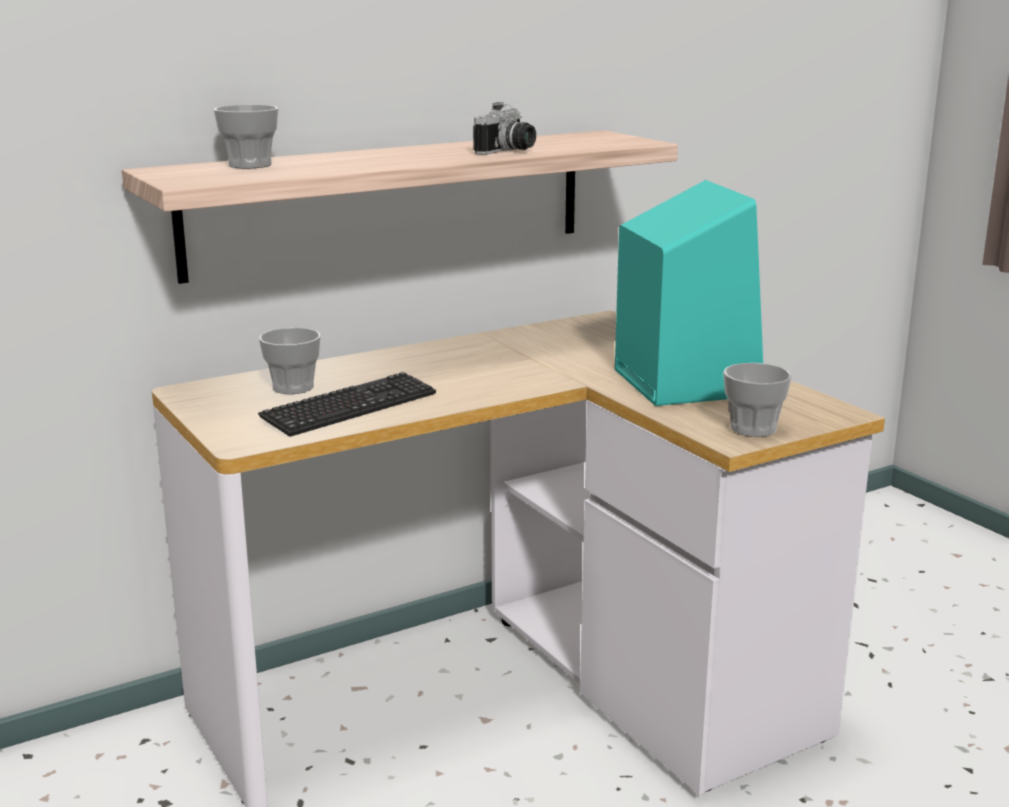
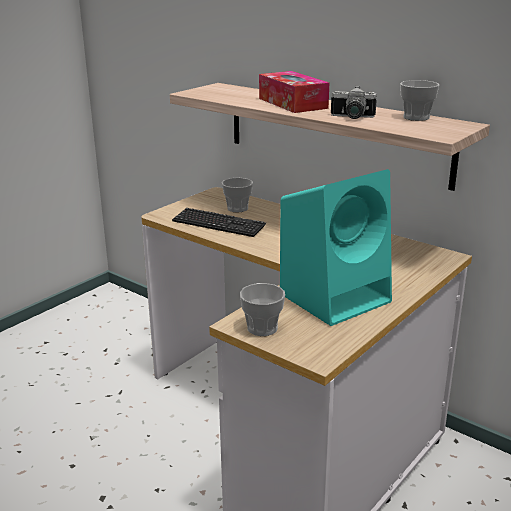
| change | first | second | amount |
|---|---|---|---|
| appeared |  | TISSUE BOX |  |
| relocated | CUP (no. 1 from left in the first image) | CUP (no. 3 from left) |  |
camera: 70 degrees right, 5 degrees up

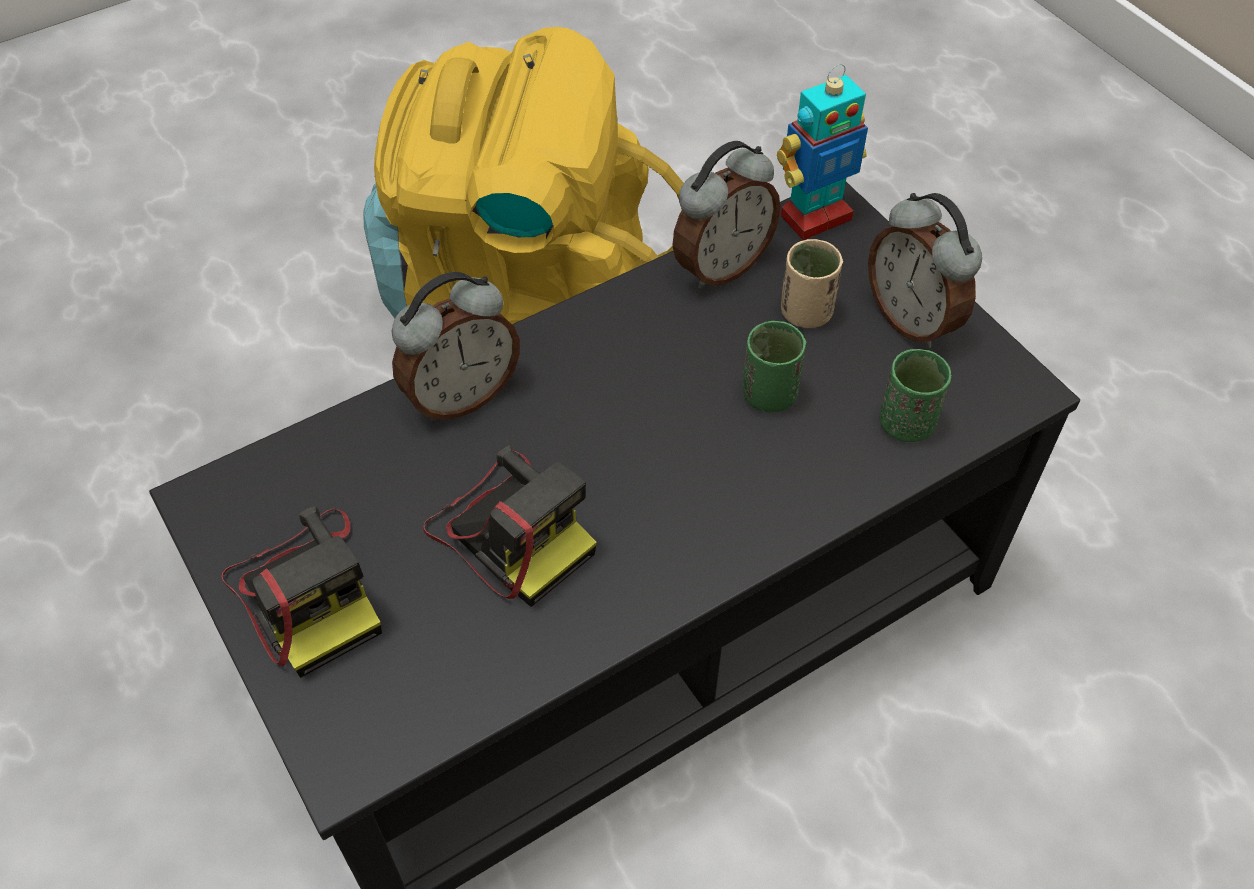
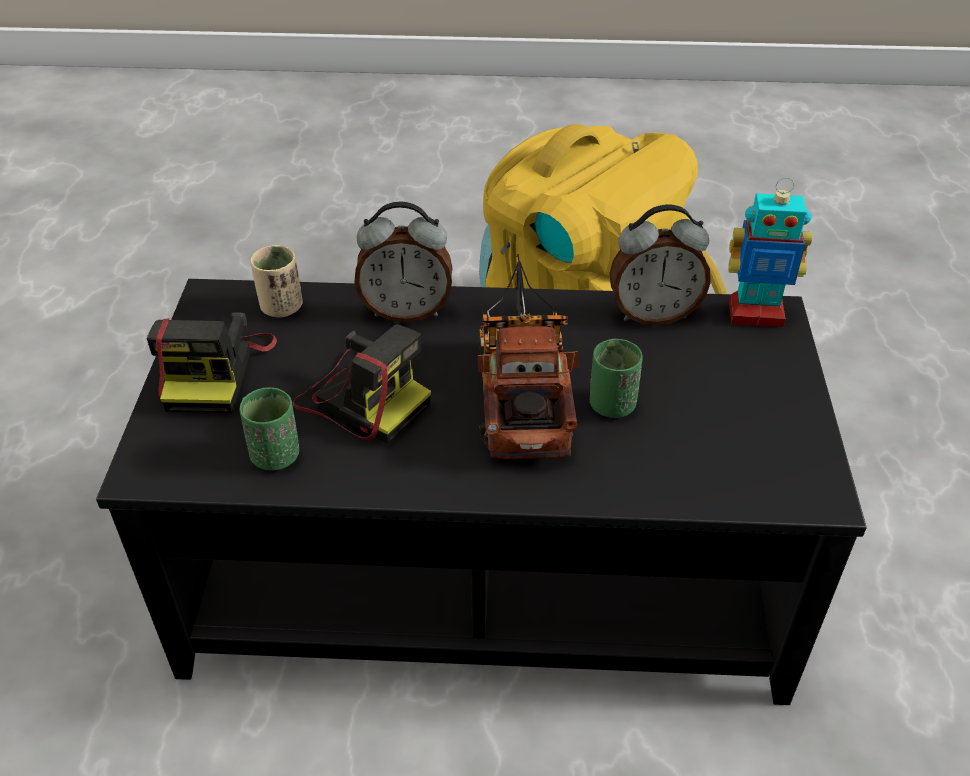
| change | first | second | amount |
|---|---|---|---|
| relocated | GREEN CUP (no. 2 from left in the first image) | GREEN CUP (no. 1 from left) |  |
| relocated | BEIGE CUP |  |  |
| spun | PHOTO CAMERA (no. 2 from left) |  | 45 degrees counterclockwise |
| appeared |  | TOY TRUCK |  |
| missing | ALARM CLOCK (no. 3 from left) |  |  |
camera: 35 degrees right, 10 degrees down

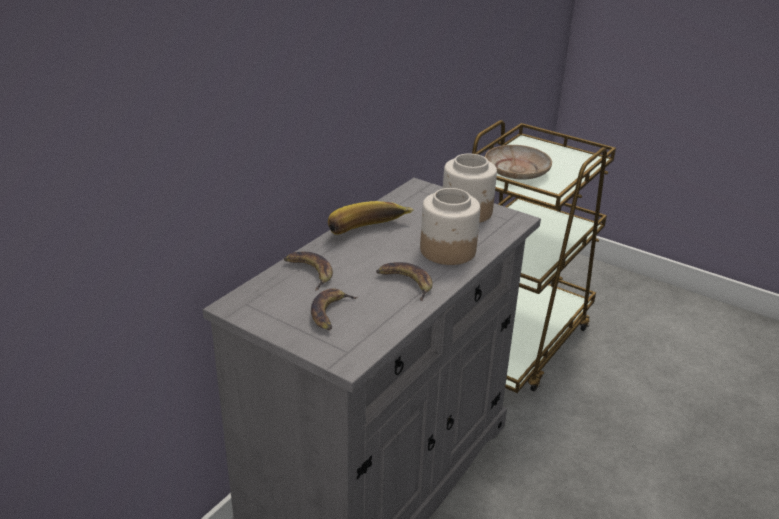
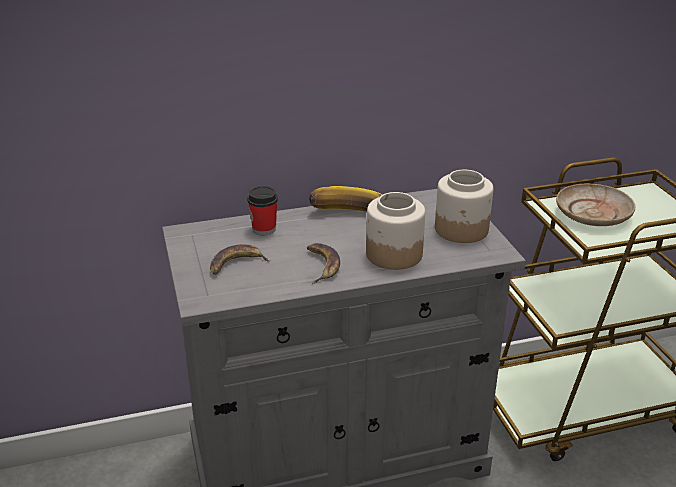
| change | first | second | amount |
|---|---|---|---|
| exchanged | BANANA (no. 1 from left) | CUP |  |
camera: 40 degrees right, 0 degrees up

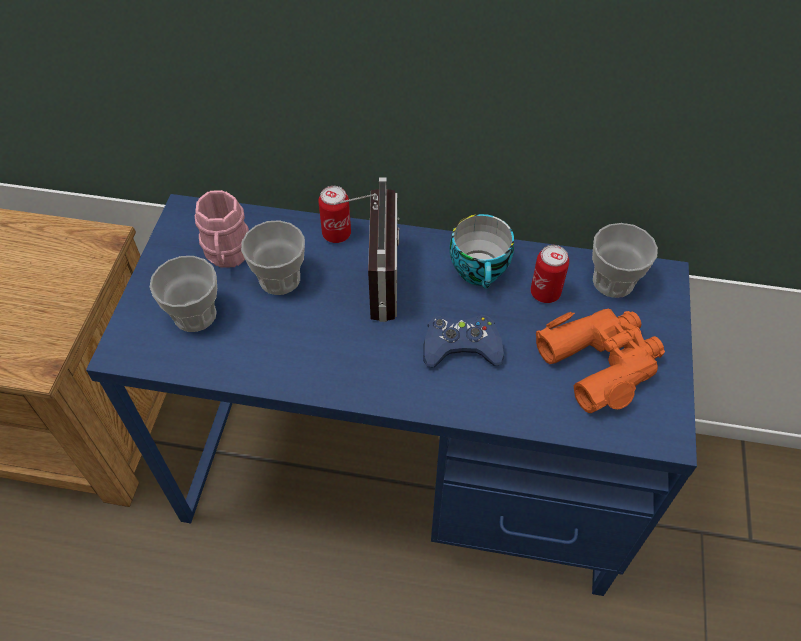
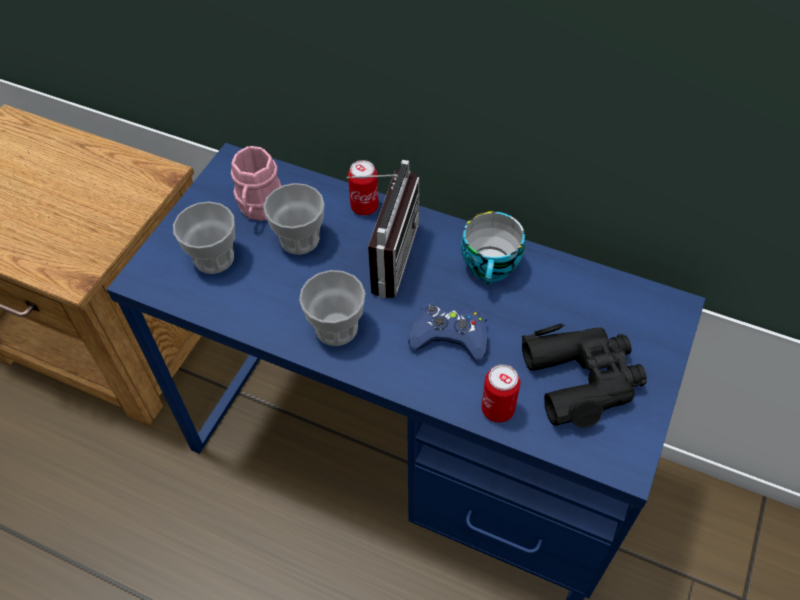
| change | first | second | amount |
|---|---|---|---|
| relocated | CUP (no. 4 from left in the first image) | CUP (no. 3 from left) |  |
| relocated | CAN (no. 2 from left) |  |  |
| colour | ORANGE BINOCULARS | BLACK BINOCULARS |  |
camera: 15 degrees right, 0 degrees up

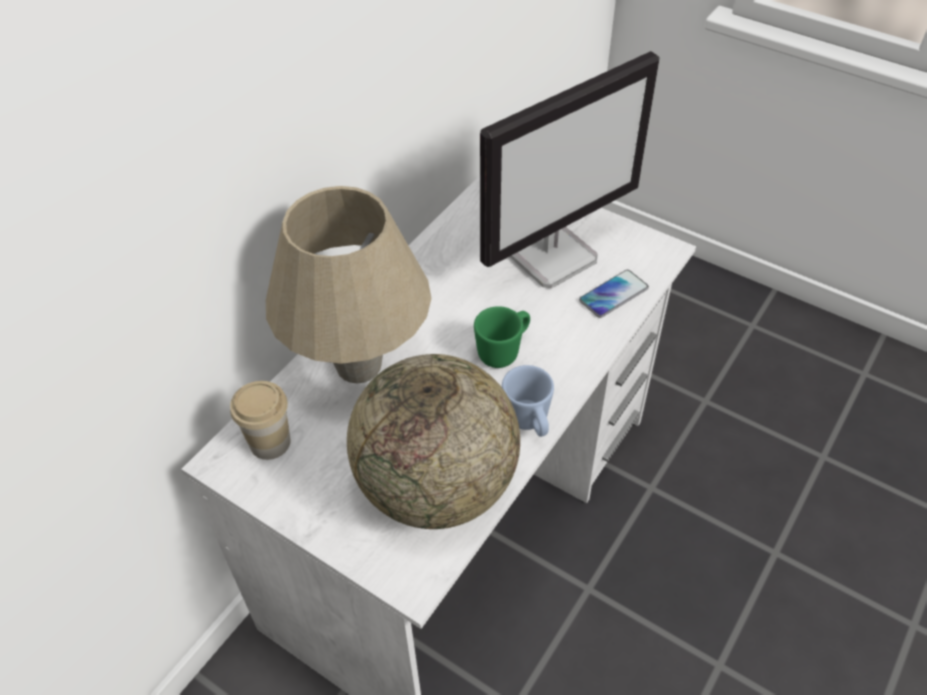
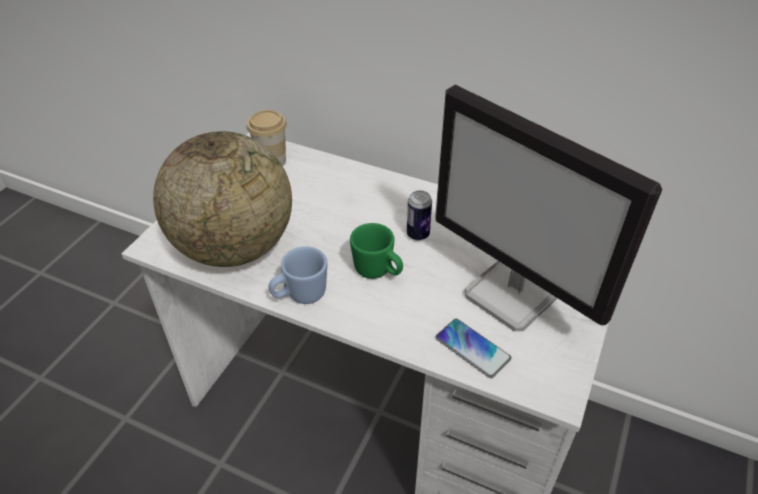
| change | first | second | amount |
|---|---|---|---|
| appeared |  | CAN |  |
| missing | BEIGE TABLE LAMP |  |  |
camera: 80 degrees right, 5 degrees down

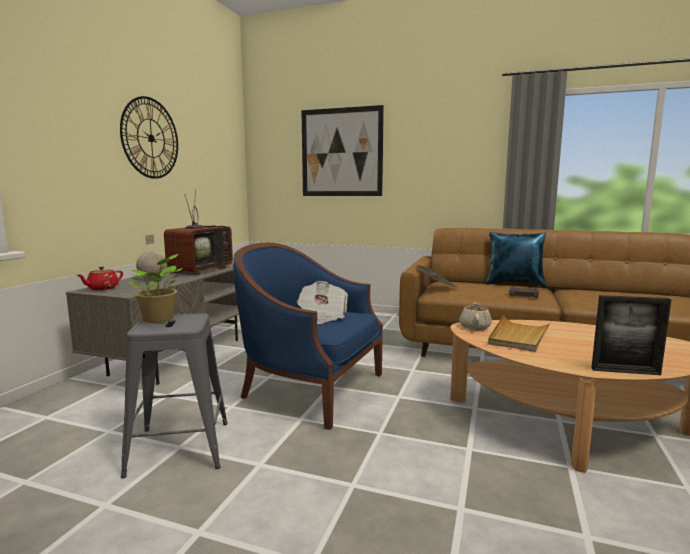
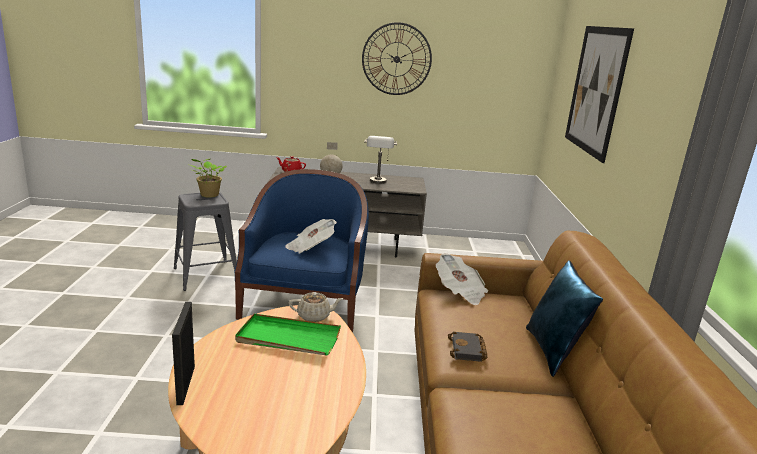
| change | first | second | amount |
|---|---|---|---|
| colour | BEIGE TRAY | GREEN TRAY |  |
| exchanged | TELEVISION | GREY TABLE LAMP |  |
camera: 70 degrees right, 10 degrees up

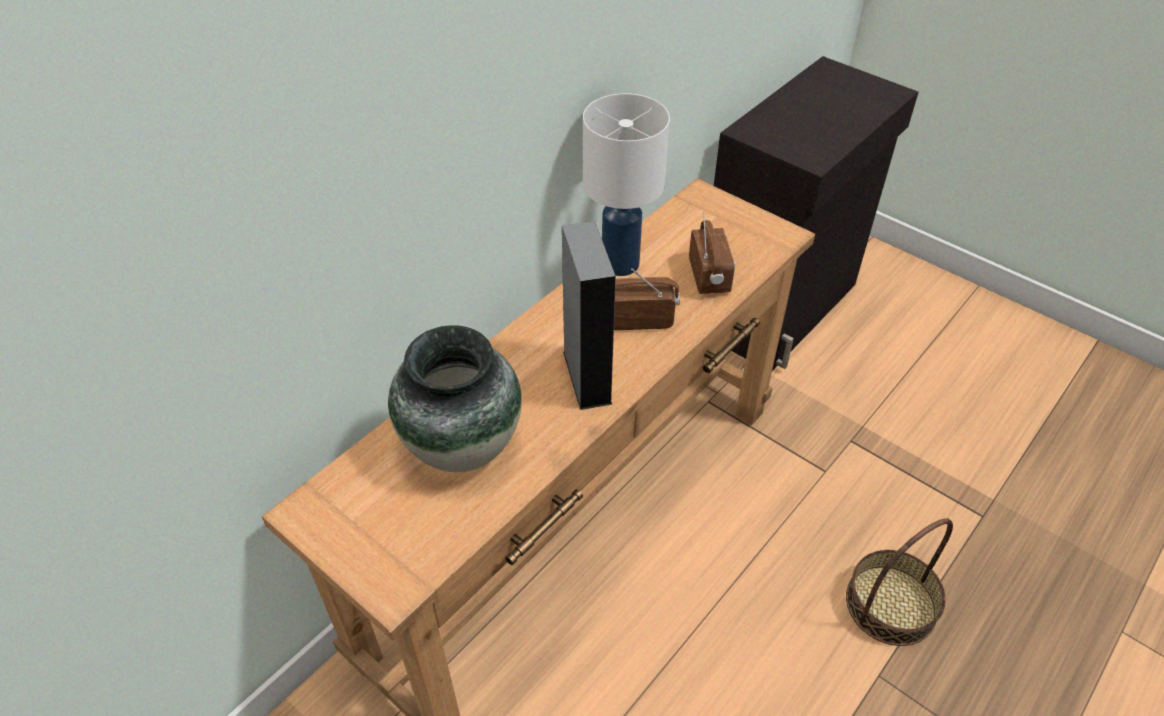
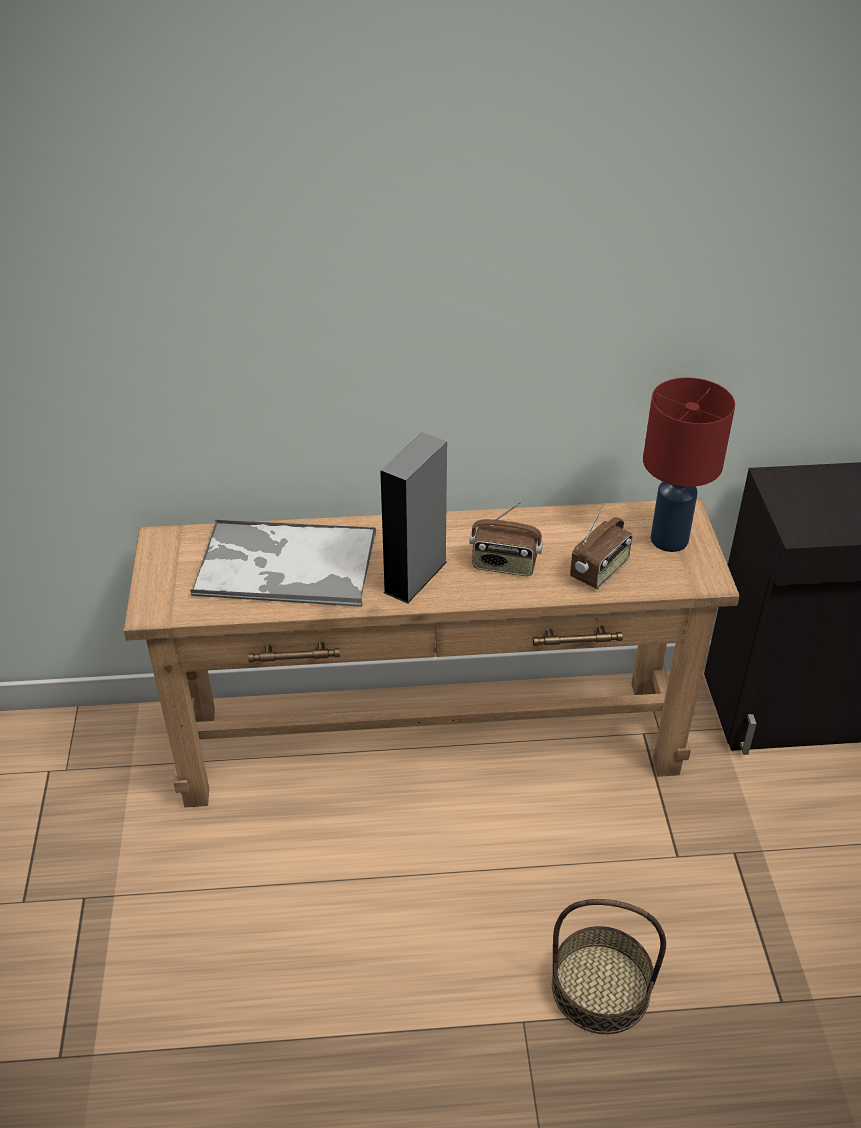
| change | first | second | amount |
|---|---|---|---|
| exchanged | VASE | TRAY |  |
| spun | RADIO (no. 1 from left) |  | 150 degrees clockwise |
| appeared |  | RED TABLE LAMP |  |
| missing | WHITE TABLE LAMP |  |  |
camera: 45 degrees right, 5 degrees down

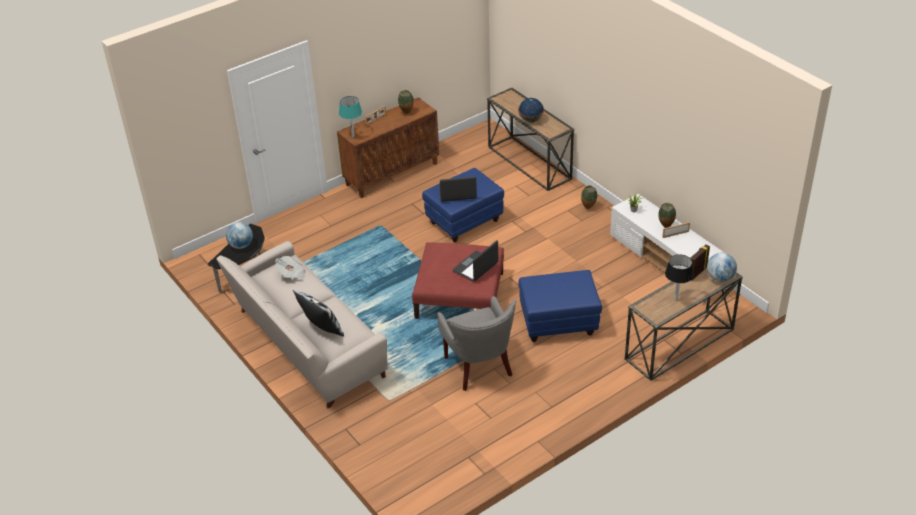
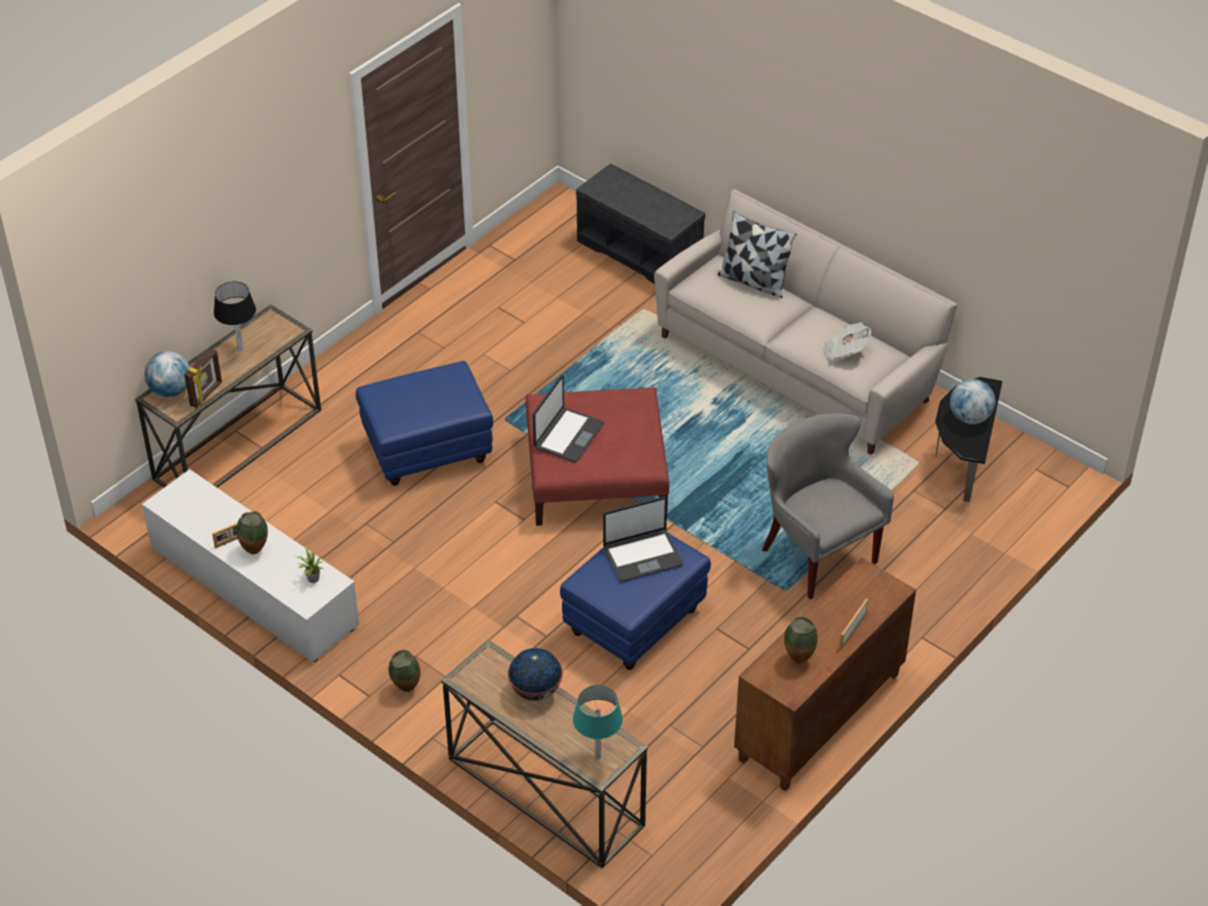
| change | first | second | amount |
|---|---|---|---|
| relocated | TURQUOISE TABLE LAMP |  |  |
| appeared |  | GREY BENCH |  |
| relocated | GREY ARMCHAIR |  |  |
camera: 165 degrees right, 5 degrees up

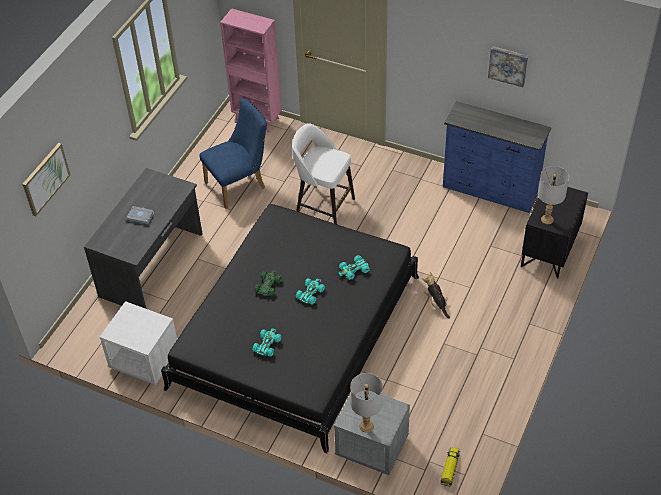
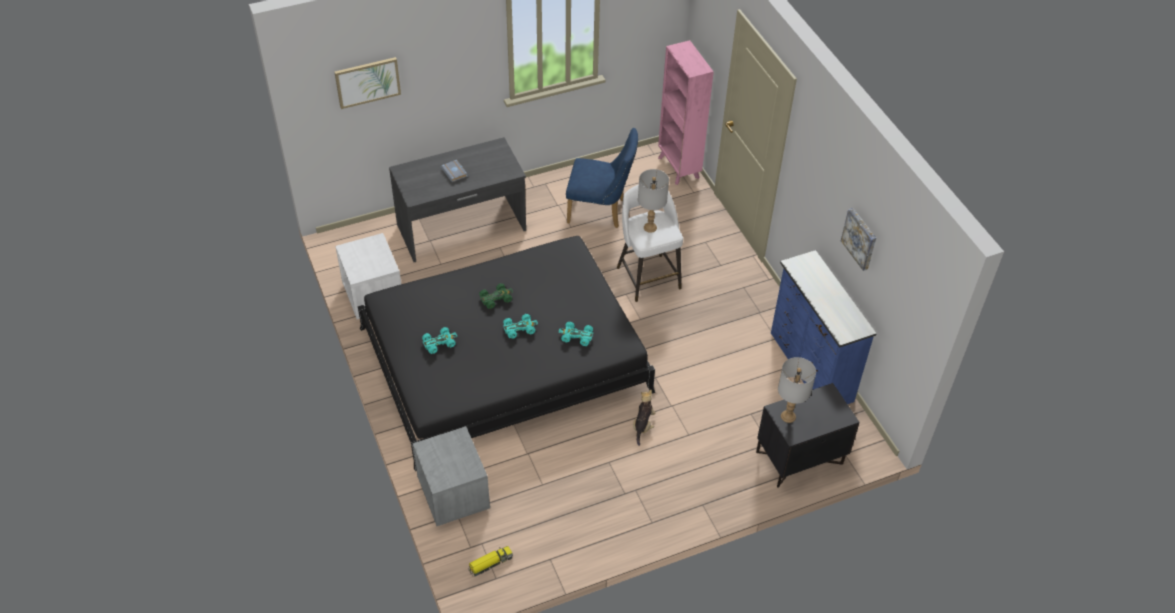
| change | first | second | amount |
|---|---|---|---|
| relocated | GREY TABLE LAMP (no. 1 from left) |  |  |
camera: 40 degrees right, 0 degrees up

